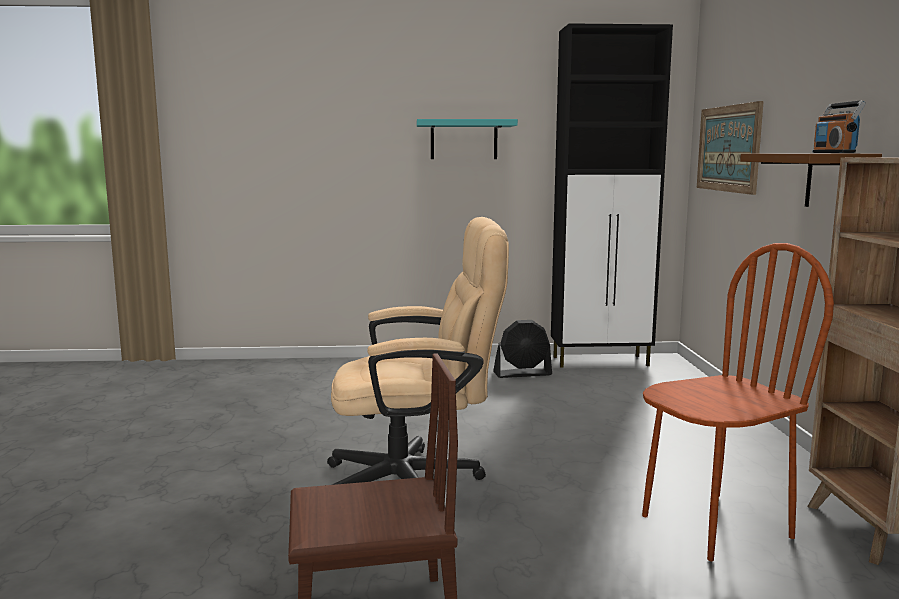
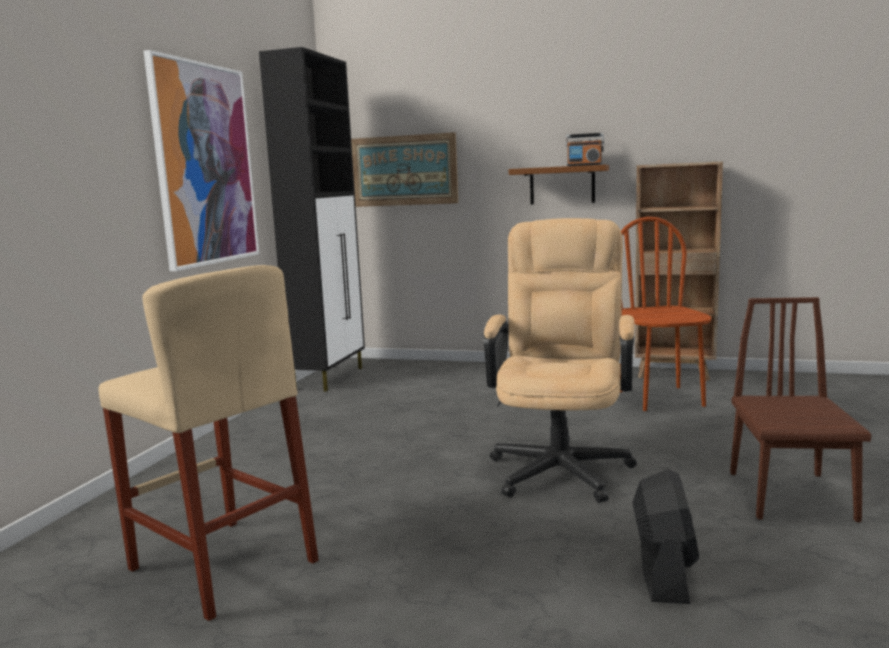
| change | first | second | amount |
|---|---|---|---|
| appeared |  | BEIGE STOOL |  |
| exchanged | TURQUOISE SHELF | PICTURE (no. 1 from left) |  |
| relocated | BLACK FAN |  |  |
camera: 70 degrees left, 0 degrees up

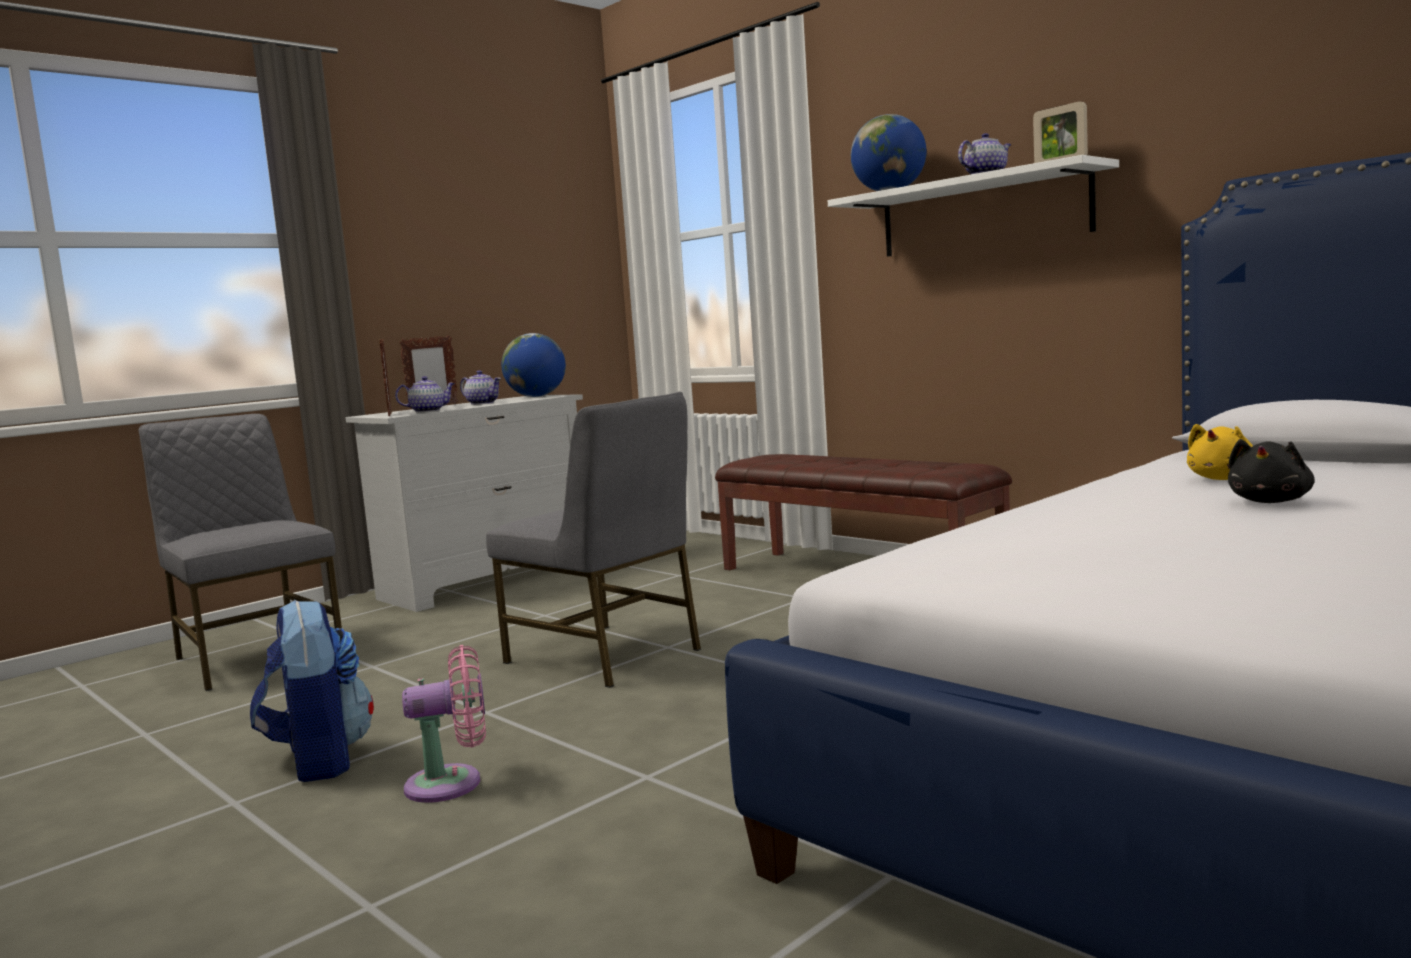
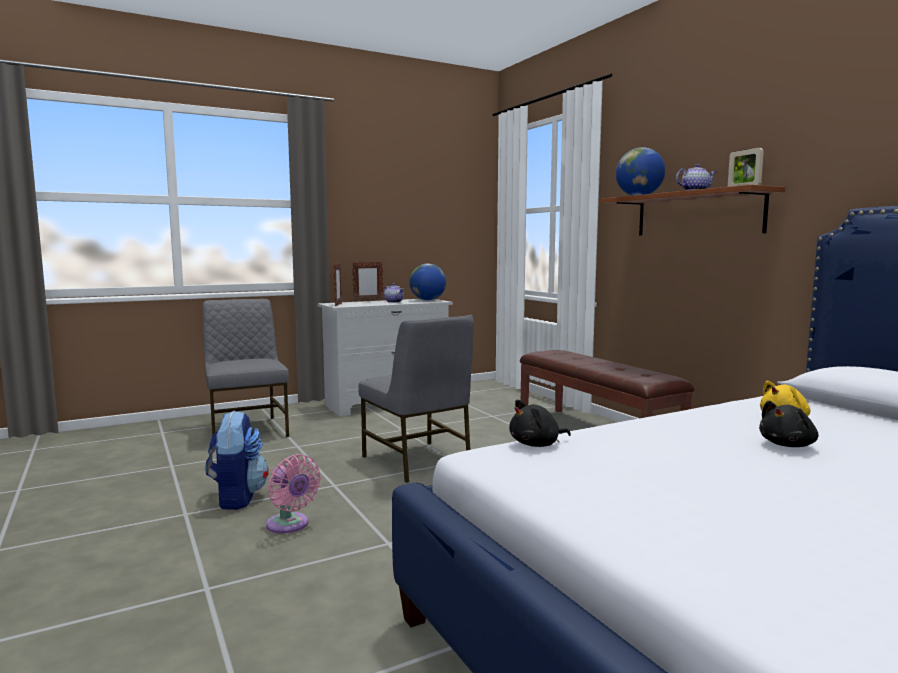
| change | first | second | amount |
|---|---|---|---|
| spun | PINK FAN |  | 45 degrees clockwise |
| appeared |  | BLACK PLUSH TOY (no. 1 from left) |  |
| colour | WHITE SHELF | BROWN SHELF |  |
| missing | TEAPOT (no. 1 from left) |  |  |
camera: 15 degrees right, 0 degrees up

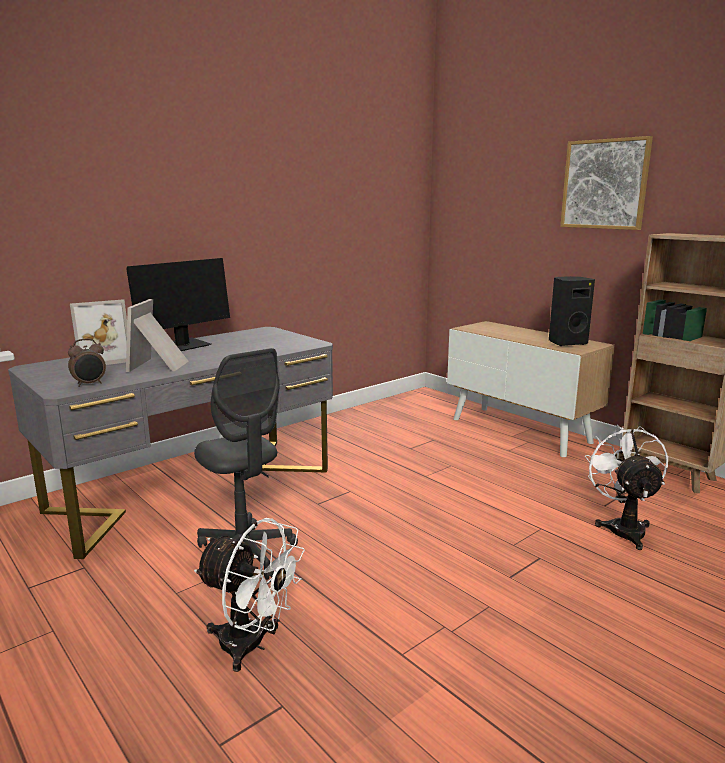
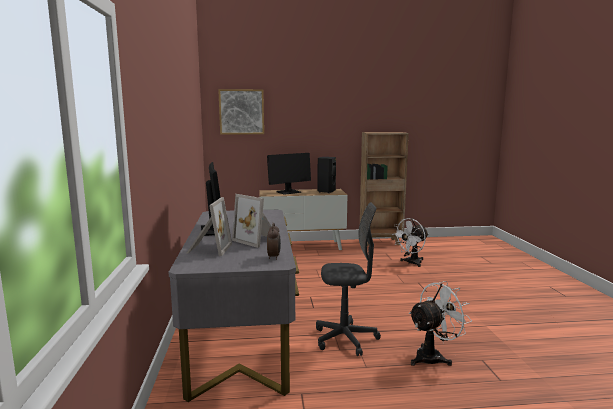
| change | first | second | amount |
|---|---|---|---|
| relocated | PICTURE |  |  |
| appeared |  | MONITOR (no. 2 from left) |  |
| spun | WHITE FAN (no. 2 from left in the first image) | WHITE FAN (no. 1 from left) | 75 degrees counterclockwise |
camera: 55 degrees left, 5 degrees down

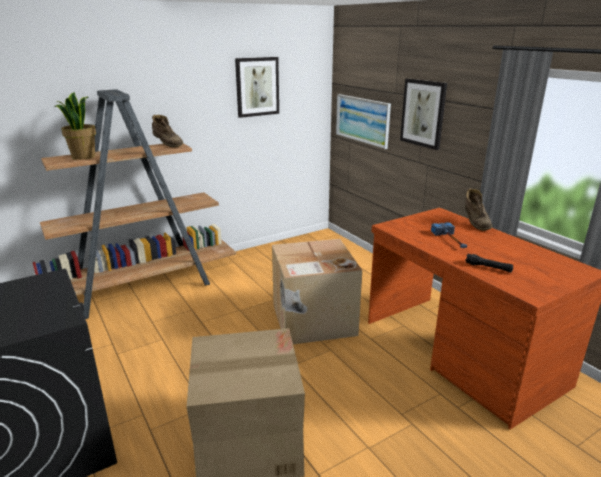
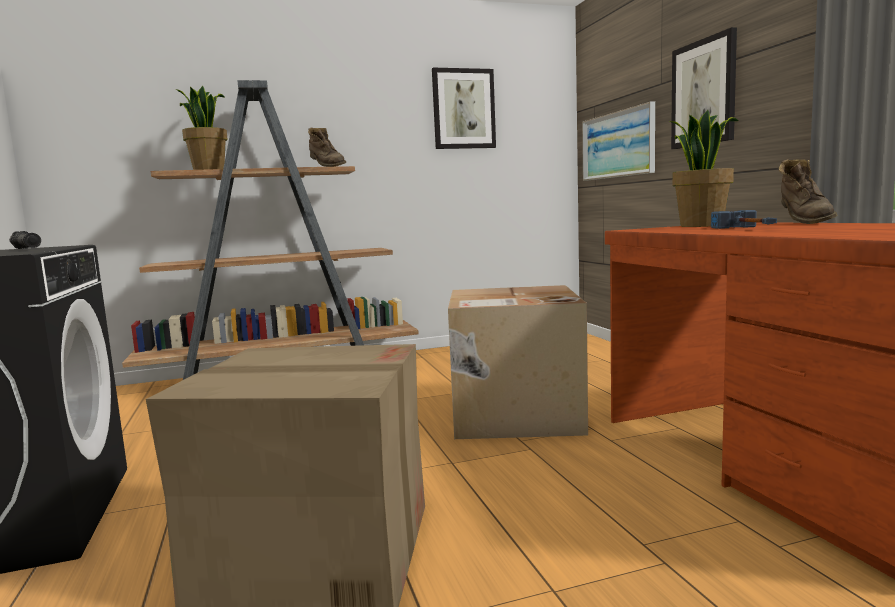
| change | first | second | amount |
|---|---|---|---|
| relocated | BLACK FLASHLIGHT |  |  |
| appeared |  | POTTED PLANT (no. 2 from left) |  |
camera: 15 degrees right, 15 degrees down

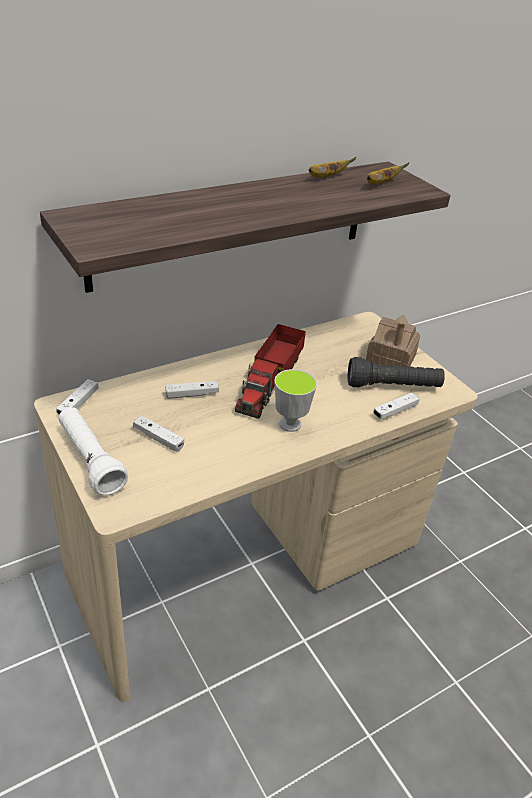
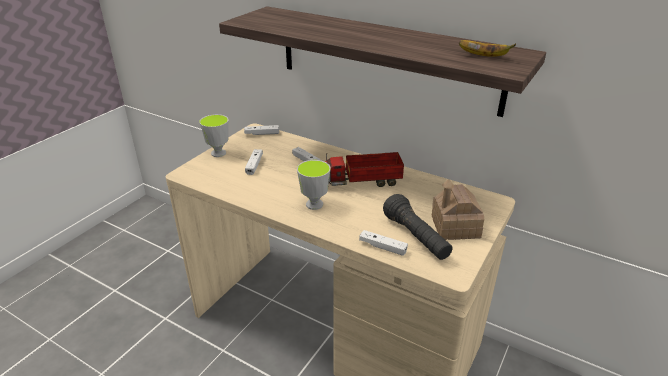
| change | first | second | amount |
|---|---|---|---|
| exchanged | WHITE FLASHLIGHT | CUP (no. 1 from left) |  |
| missing | BANANA (no. 1 from left) |  |  |
camera: 65 degrees right, 5 degrees down

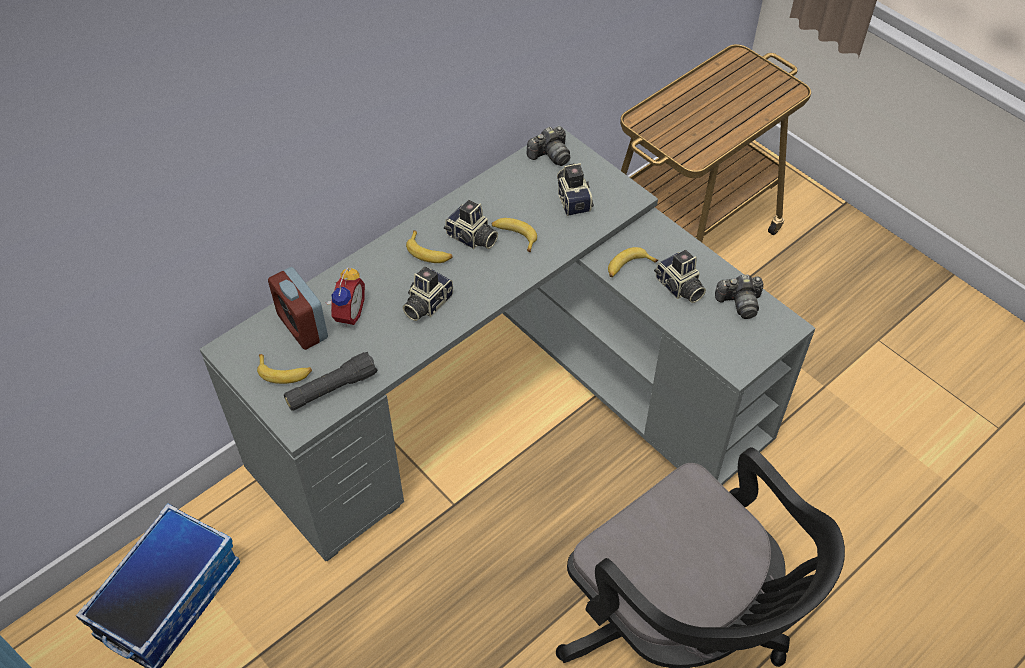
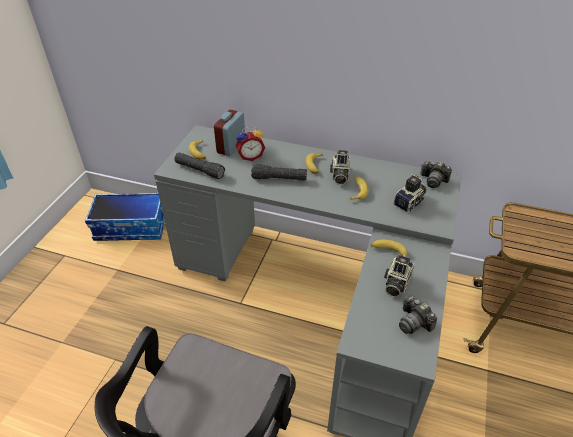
| change | first | second | amount |
|---|---|---|---|
| exchanged | PHOTO CAMERA (no. 1 from left) | BLACK FLASHLIGHT (no. 2 from left) |  |
camera: 60 degrees right, 10 degrees down

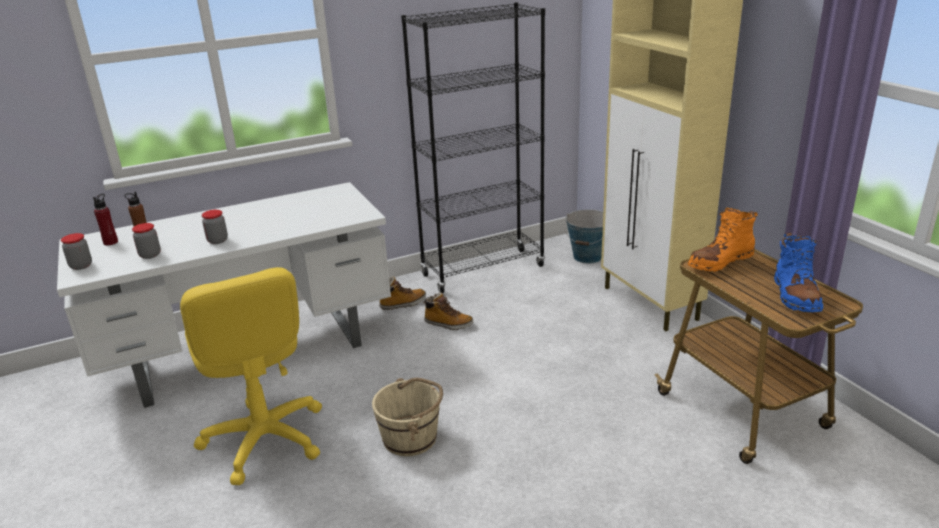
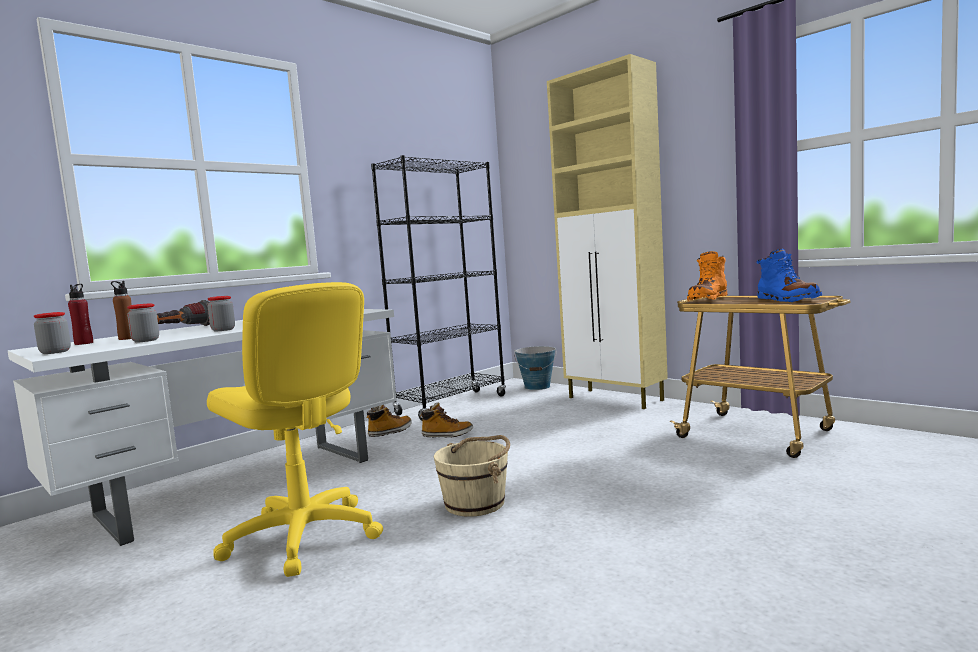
| change | first | second | amount |
|---|---|---|---|
| appeared |  | FLASHLIGHT |  |
camera: 20 degrees left, 20 degrees down

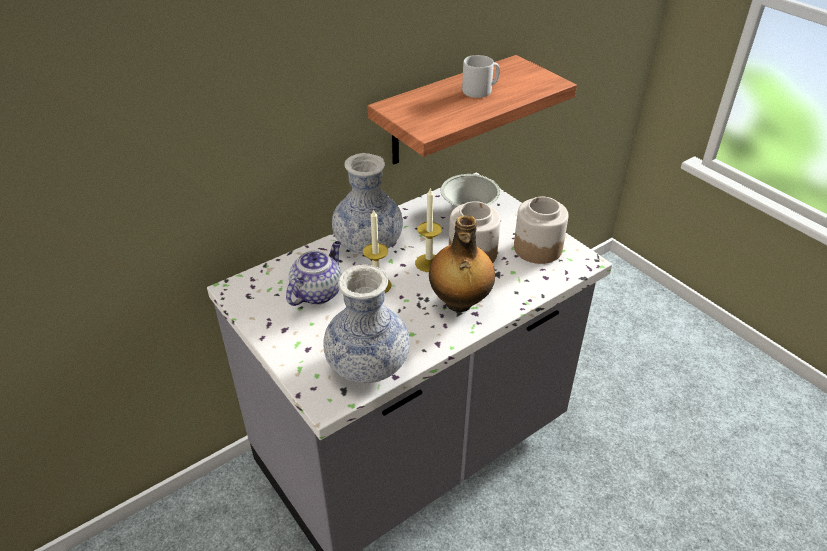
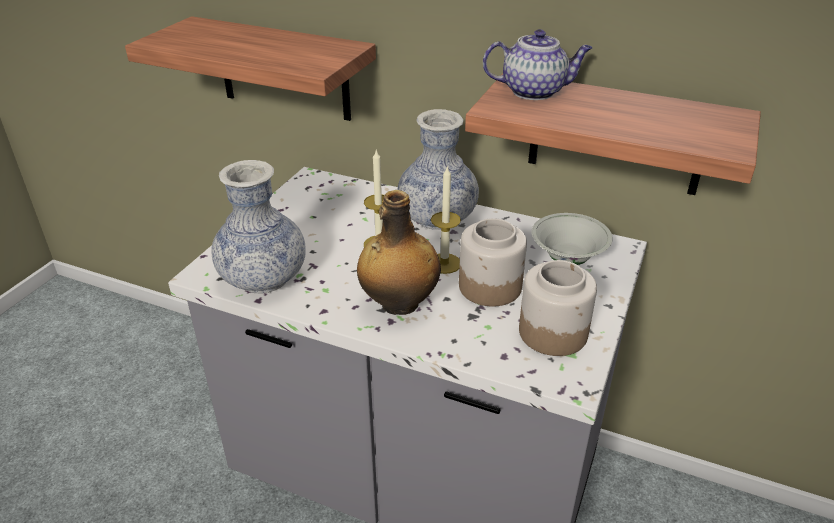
| change | first | second | amount |
|---|---|---|---|
| appeared |  | SHELF (no. 1 from left) |  |
| relocated | TEAPOT |  |  |
| missing | GREY MUG |  |  |
camera: 60 degrees right, 5 degrees down

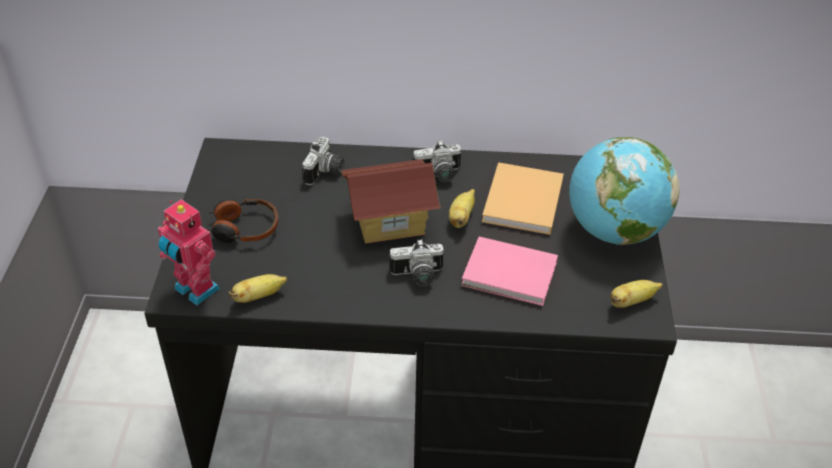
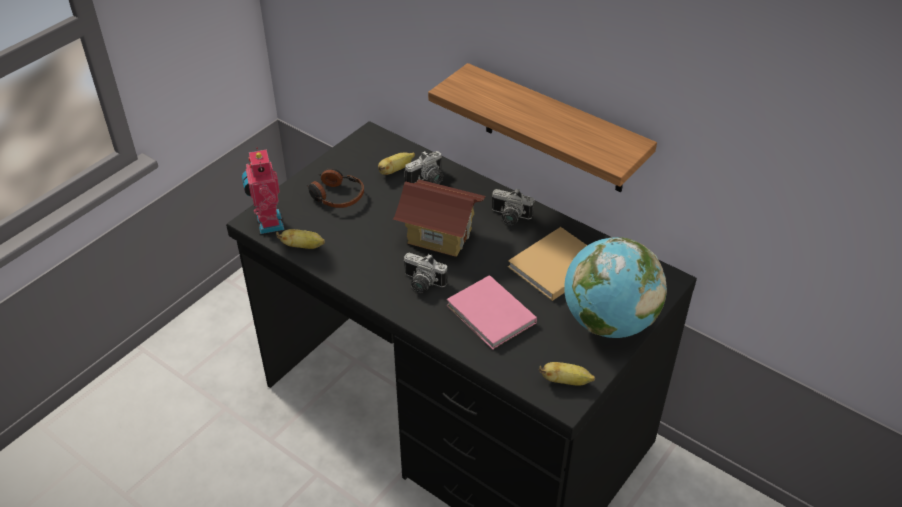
| change | first | second | amount |
|---|---|---|---|
| relocated | BANANA (no. 2 from left) |  |  |
| appeared |  | SHELF |  |
camera: 35 degrees right, 0 degrees up

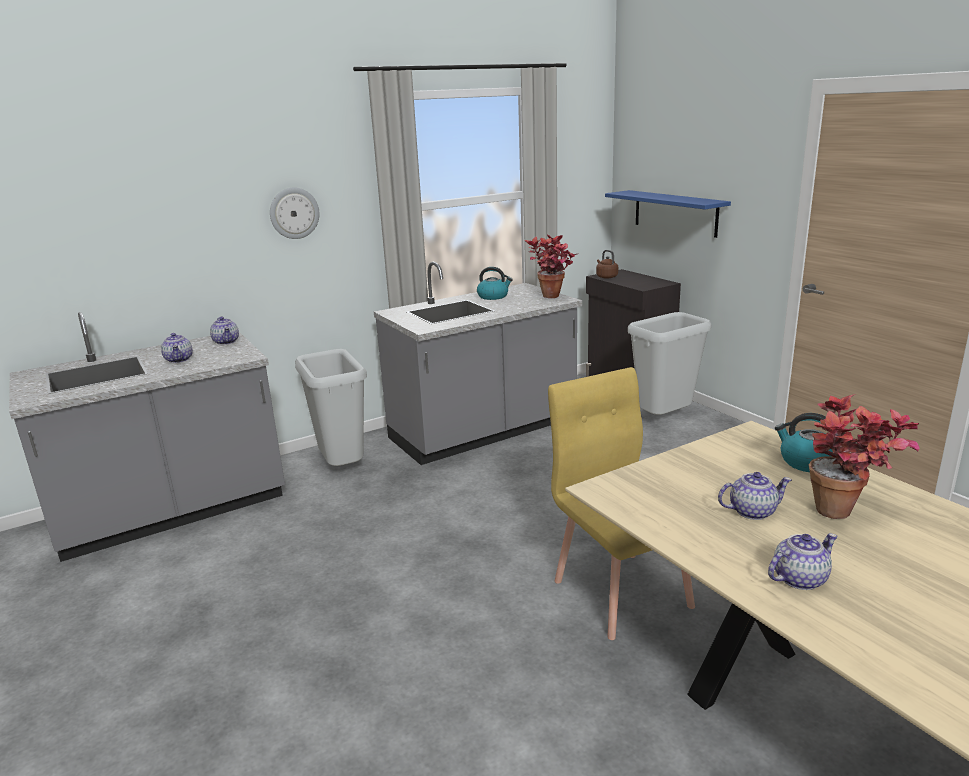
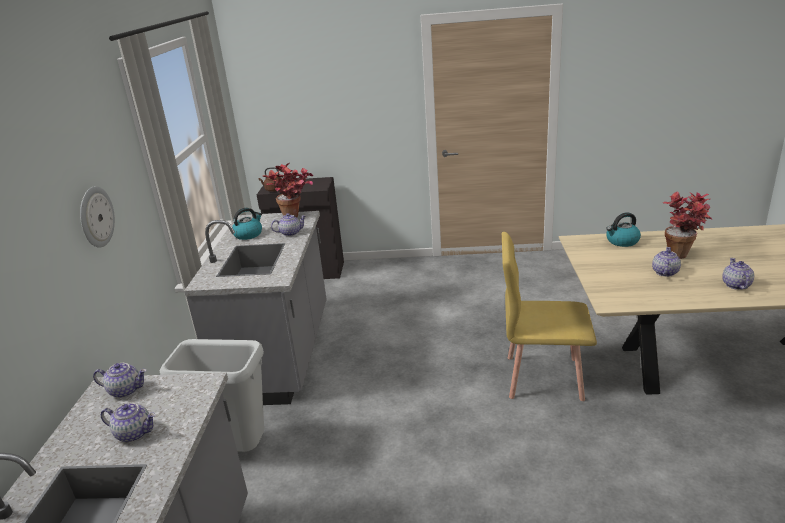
| change | first | second | amount |
|---|---|---|---|
| appeared |  | TEAPOT (no. 3 from left) |  |
| missing | BLUE SHELF |  |  |
| missing | GREY TRASH CAN (no. 2 from left) |  |  |
camera: 55 degrees left, 5 degrees up

